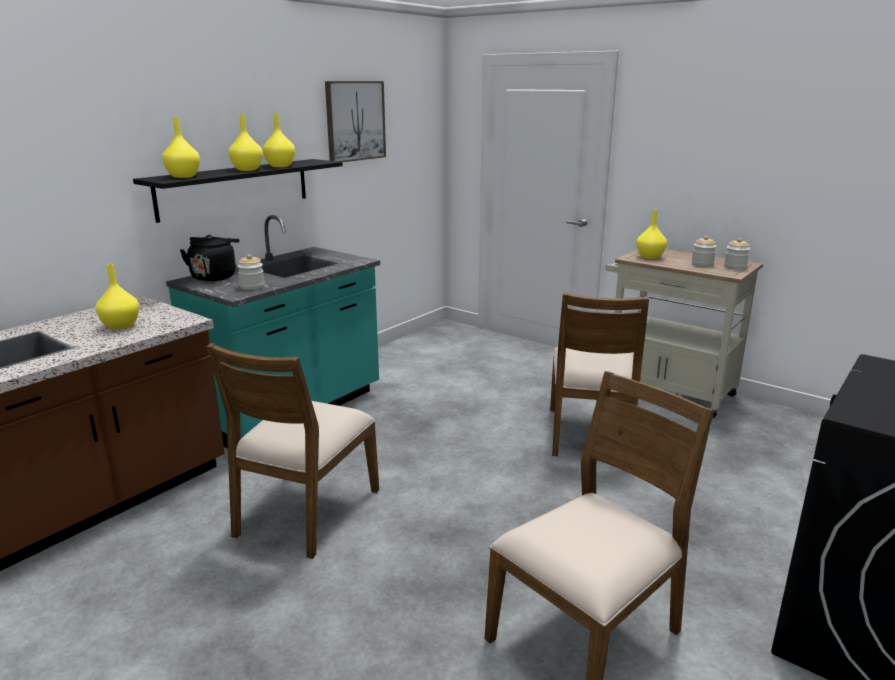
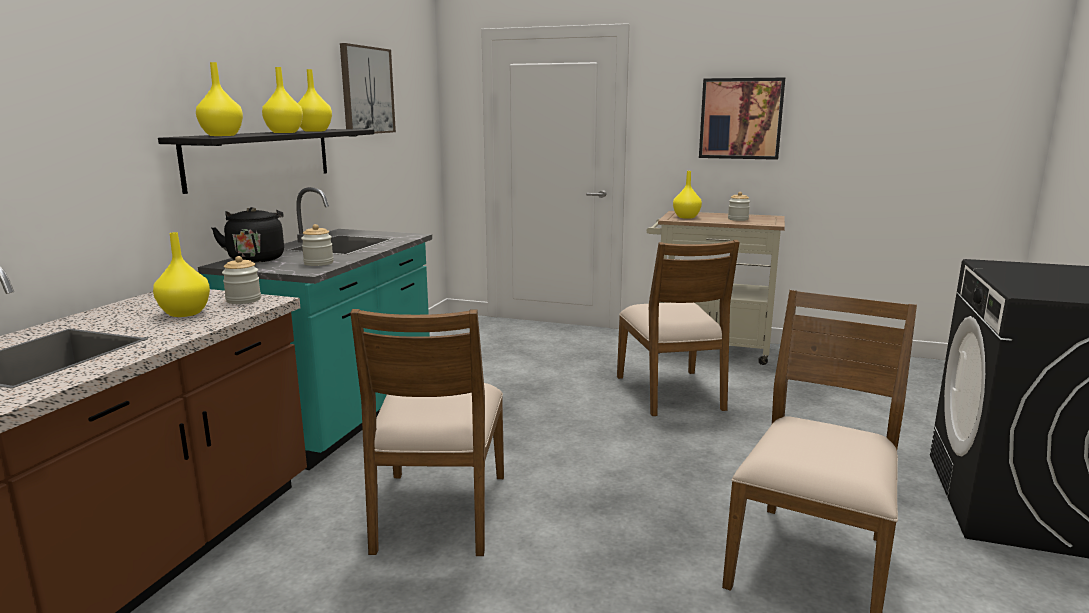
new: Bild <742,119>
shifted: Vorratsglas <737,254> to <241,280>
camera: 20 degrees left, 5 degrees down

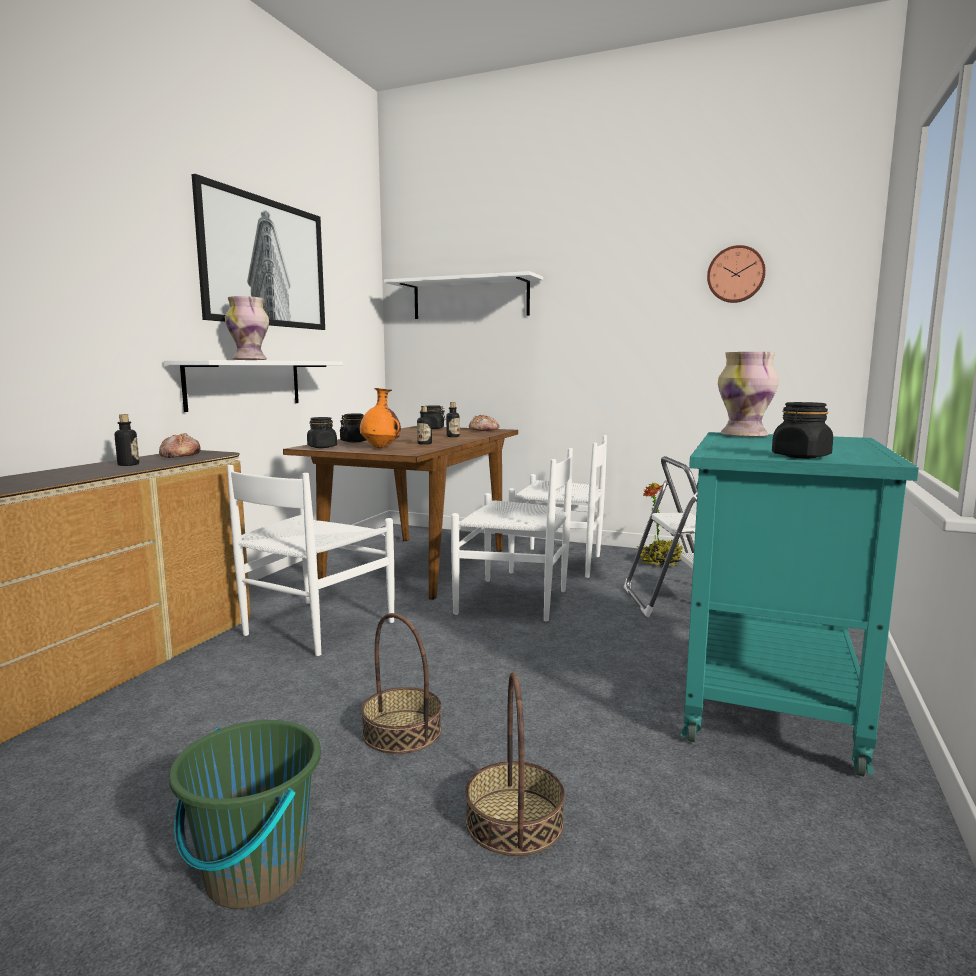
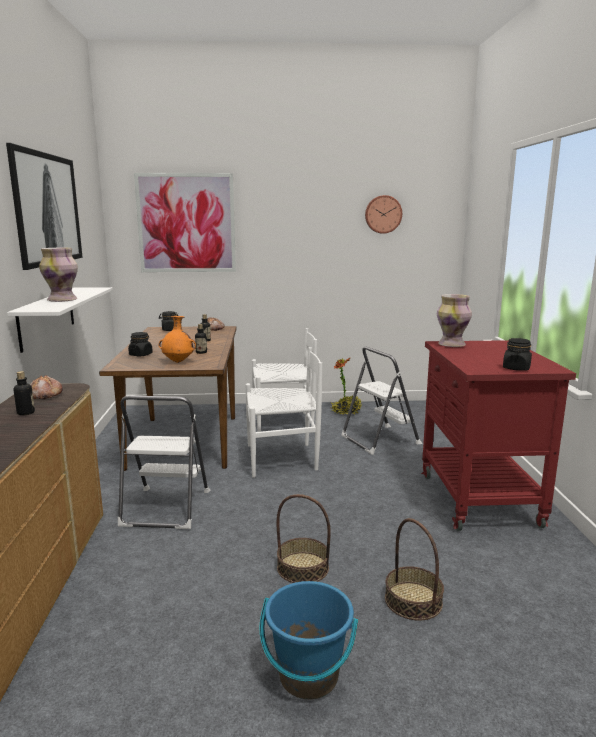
gone: Vorratsglas (schwarz) <322,432>
swapped: Stuhl (weiß) <310,560> to Trittleiter (weiß) <164,462>; Wandregal (weiß) <463,295> to Bild <185,222>
repainted: Eimer (grün) <245,814> to Eimer (blau) <309,640>; Rollwagen (türkis) <800,604> to Rollwagen (rot) <498,435>
camera: 25 degrees left, 5 degrees up

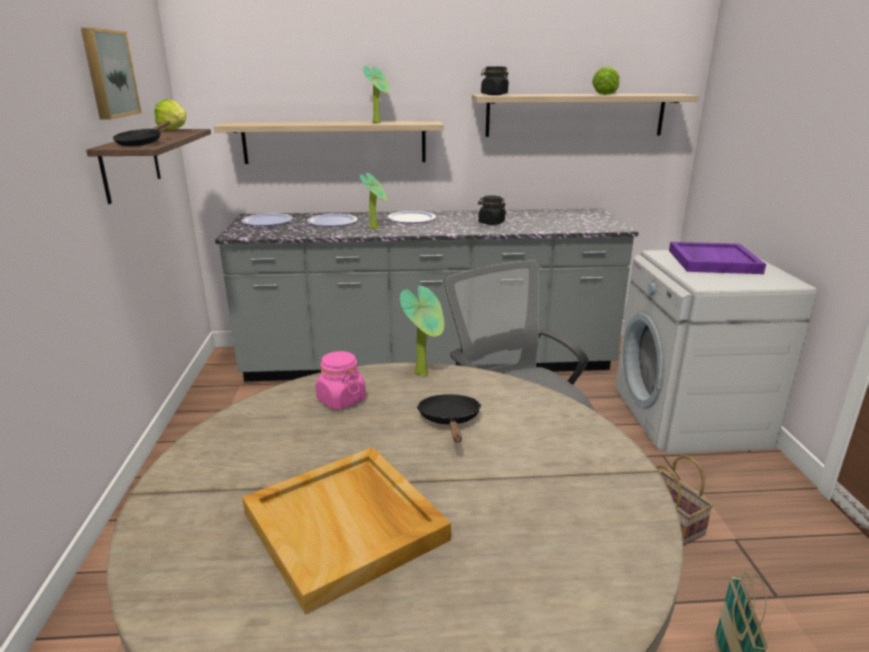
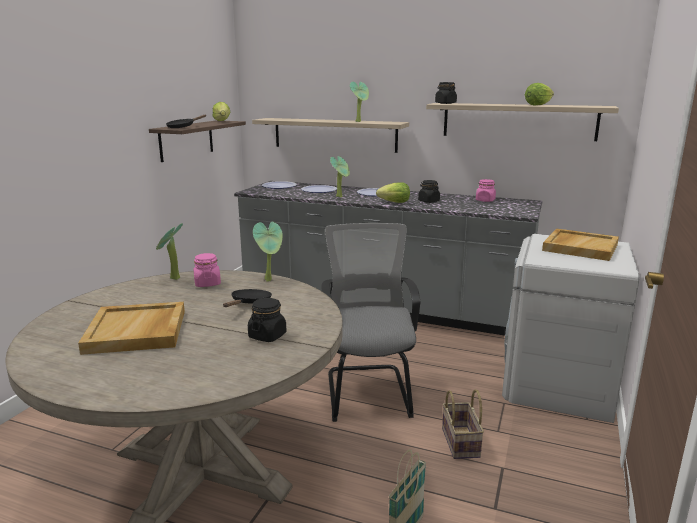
gone: Bild <111,74>
new: Topfpflanze <169,251>; Vorratsglas (schwarz) <267,320>; Salatkopf <393,192>; Vorratsglas (rosa) <486,190>
repainted: Tablett (lila) <717,258> to Tablett (beige) <580,244>
camera: 25 degrees right, 5 degrees down

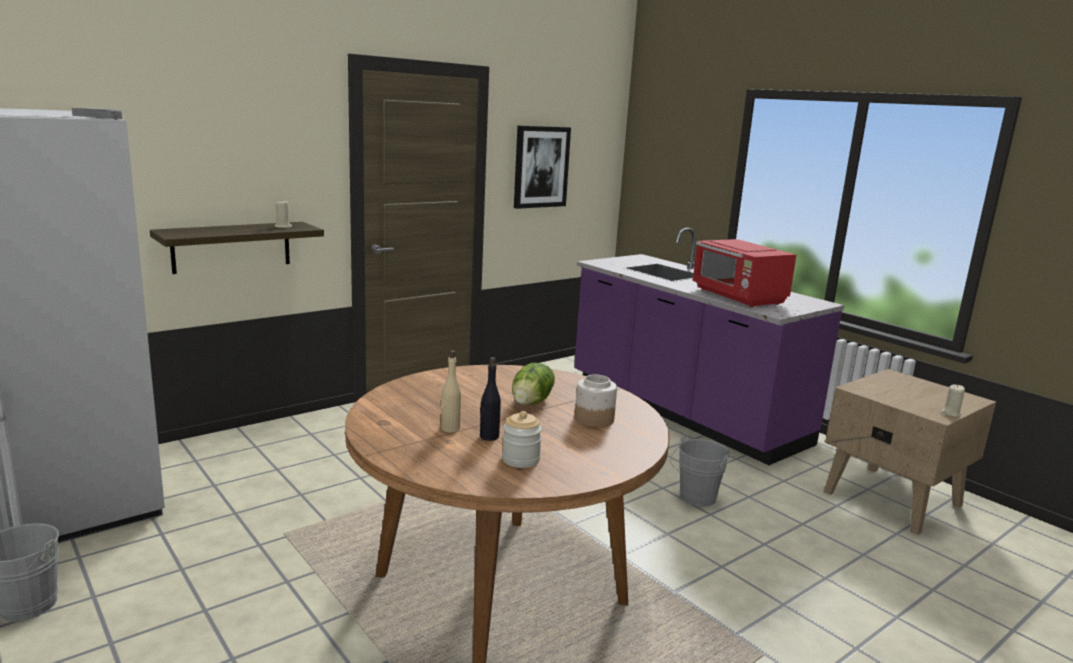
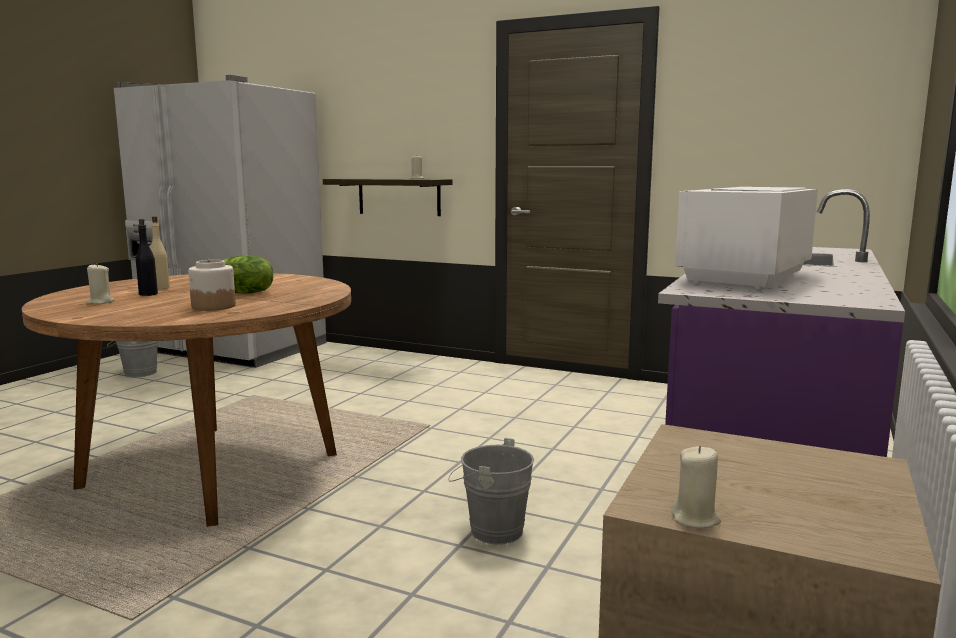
gone: Bild <542,167>
swapped: Vorratsglas <522,439> to Kerze (beige) <100,283>
repainted: Mikrowelle (rot) <744,273> to Mikrowelle (weiß) <746,238>
camera: 65 degrees right, 5 degrees down

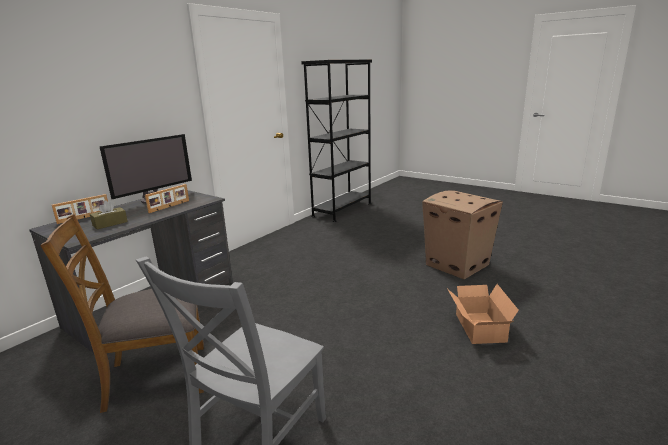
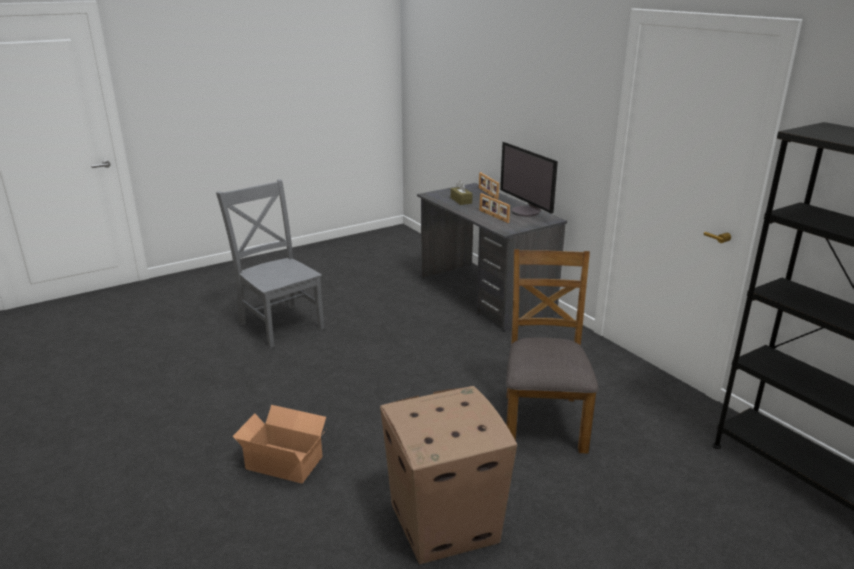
shifted: Stuhl (braun) <122,313> to <552,351>
camera: 110 degrees right, 5 degrees up

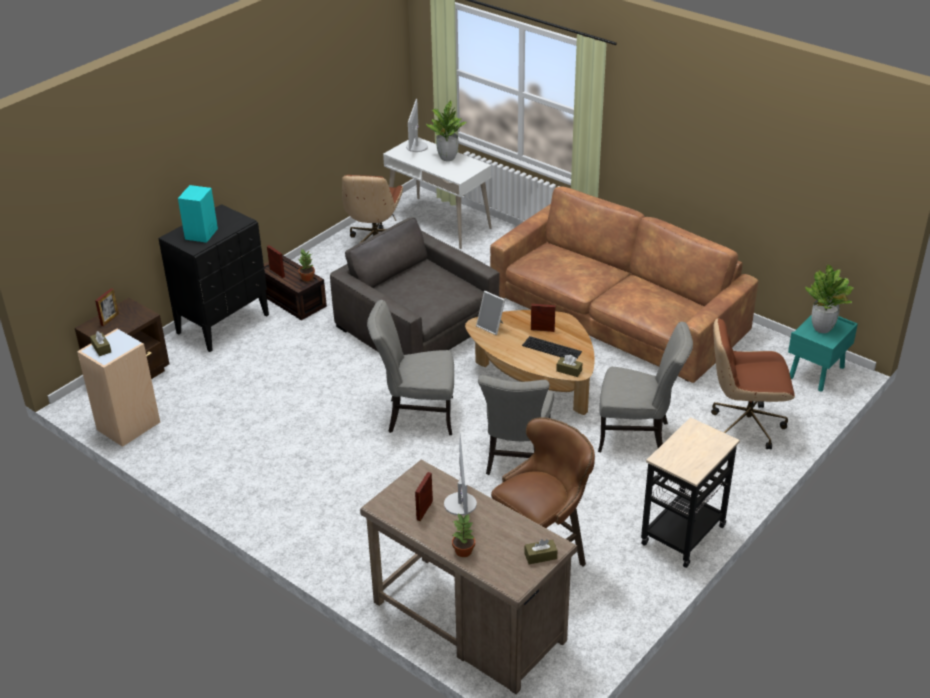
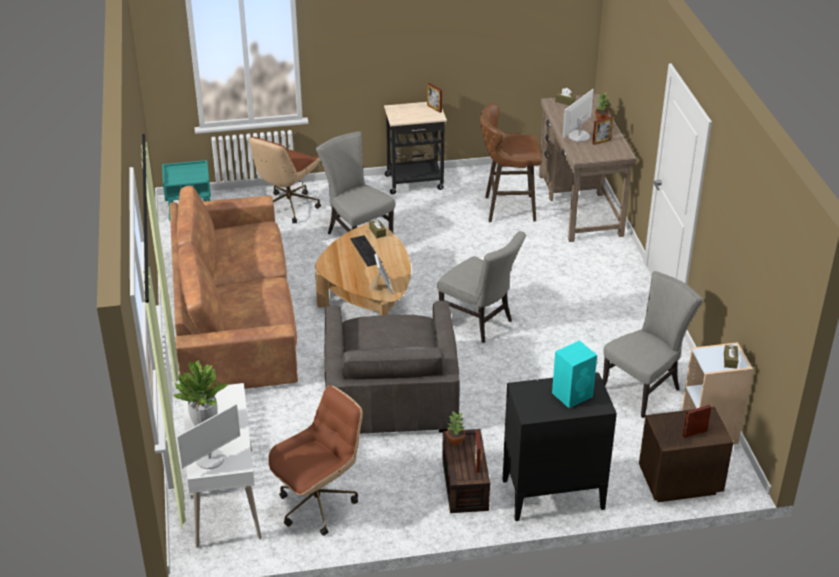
gone: Topfpflanze <829,299>
shifted: Stuhl (grau) <516,425> to <653,344>; Bilderrahmen <543,318> to <434,98>
rotated: Bürostuhl (braun) <753,383> = <285,180> 75 degrees clockwise
camera: 140 degrees left, 0 degrees up

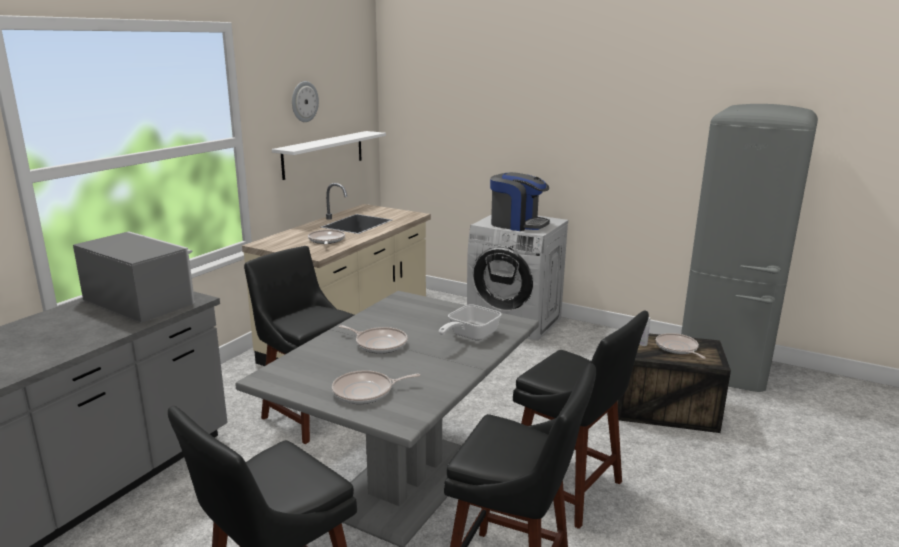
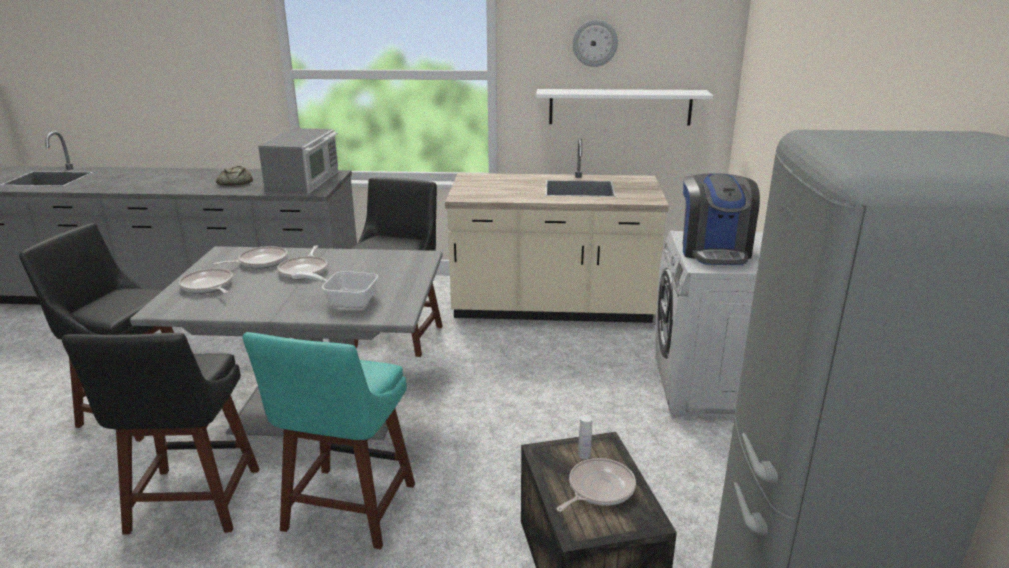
new: Brot <234,176>
shifted: Pfanne <326,237> to <251,257>
repainted: Stuhl (schwarz) <581,419> to Stuhl (türkis) <329,440>
camera: 65 degrees right, 5 degrees up

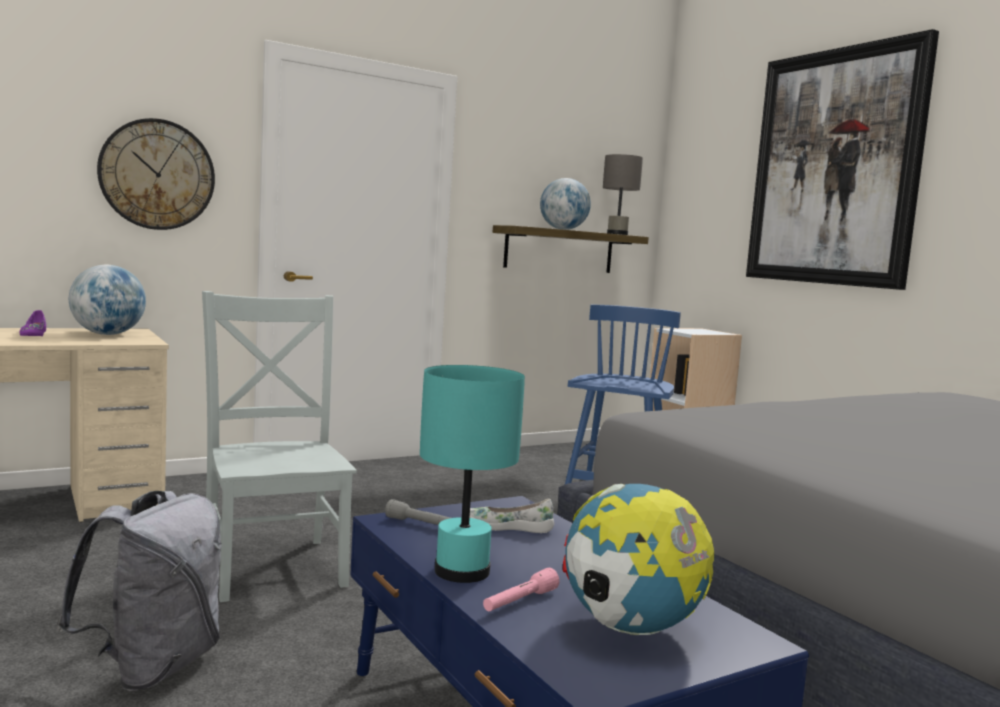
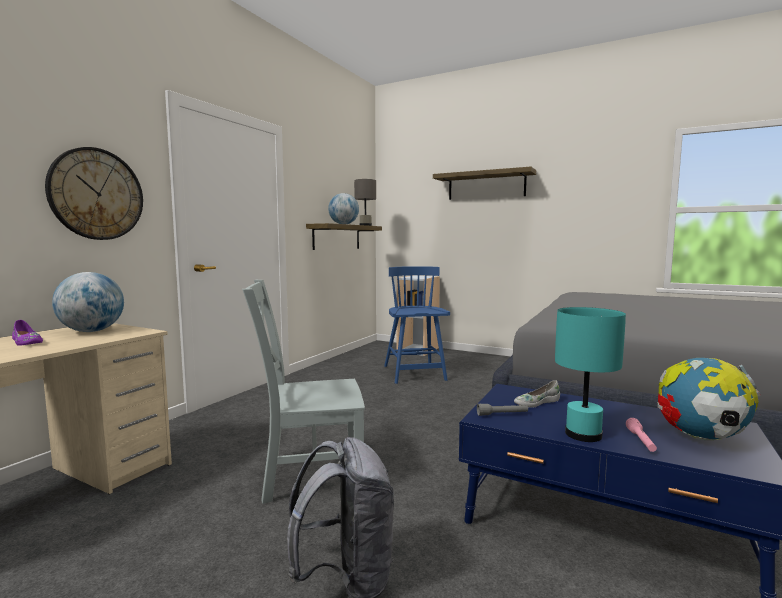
swapped: Bild <842,159> to Wandregal <484,183>
rotated: Stuhl (grau) <279,446> = <303,392> 45 degrees counterclockwise
camera: 30 degrees left, 0 degrees up

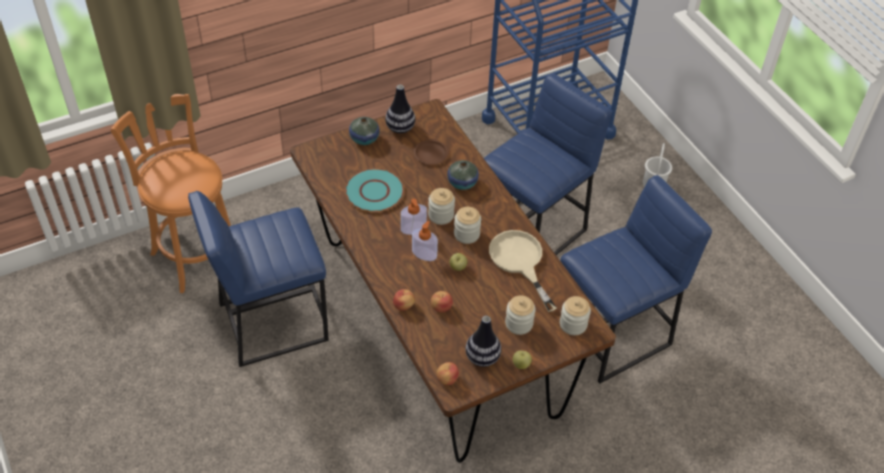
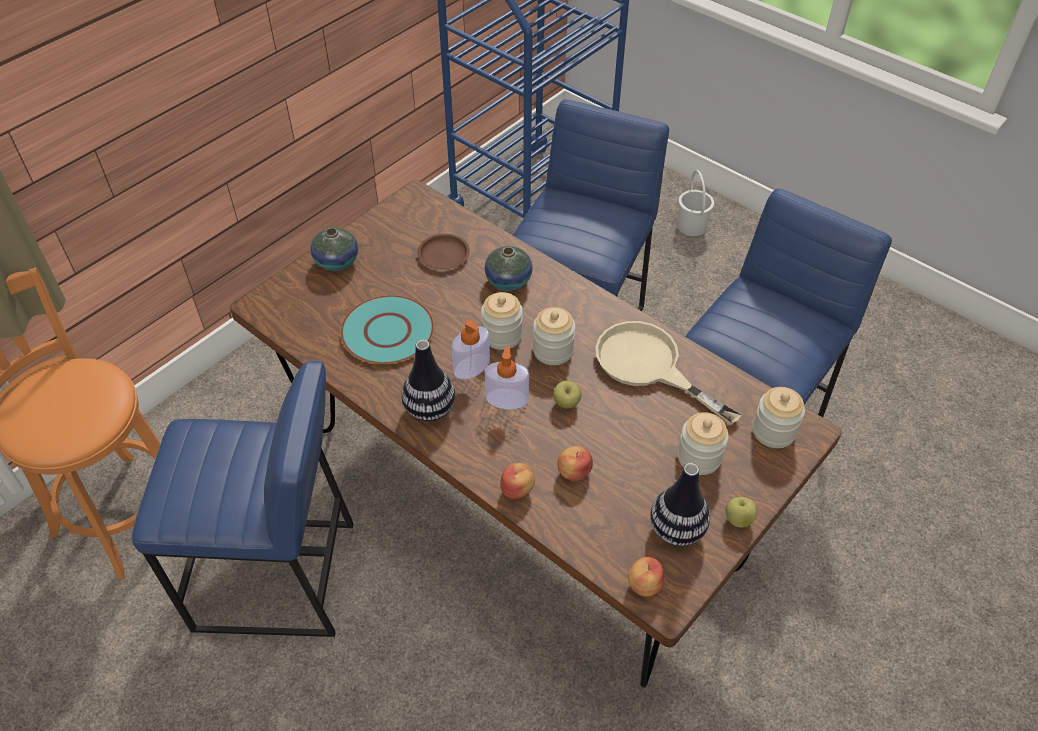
shifted: Vase <400,109> to <428,380>
rotated: Stuhl (blau) <258,279> = <242,499> 135 degrees counterclockwise
camera: 20 degrees left, 0 degrees up

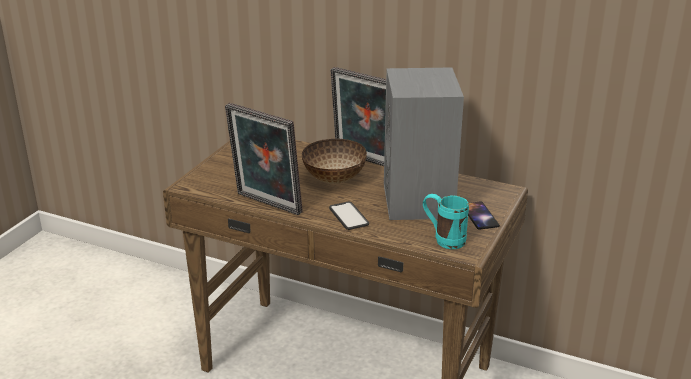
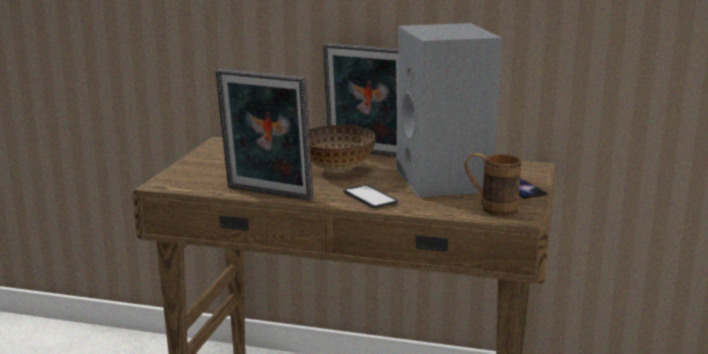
repainted: Henkelbecher (türkis) <446,221> to Henkelbecher (braun) <493,185>
camera: 10 degrees left, 10 degrees down

